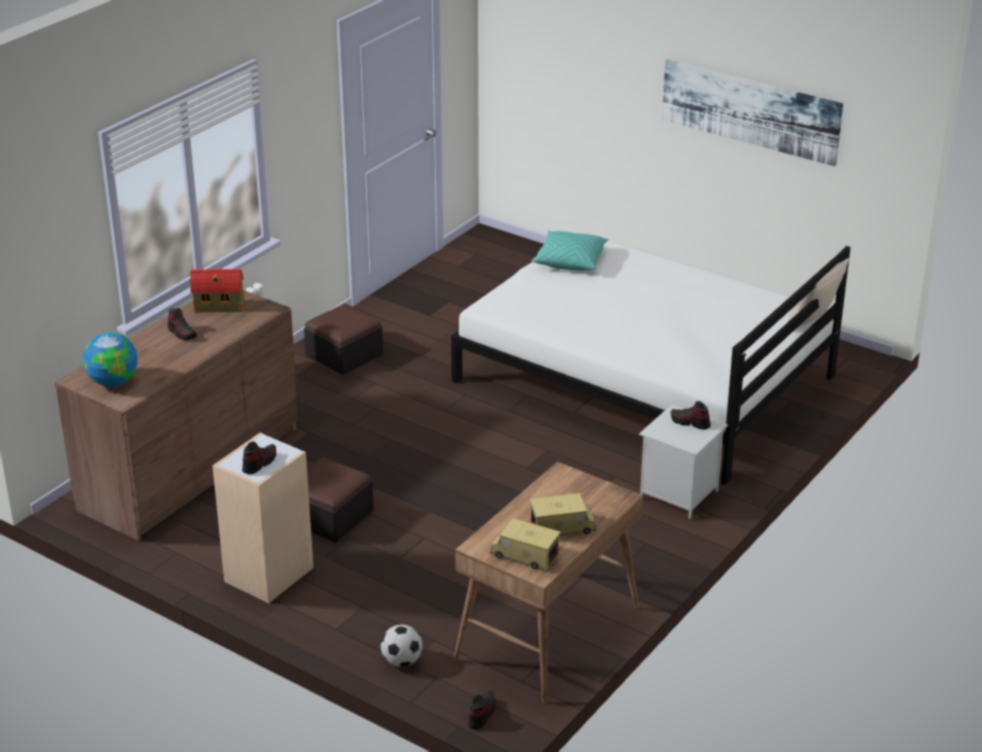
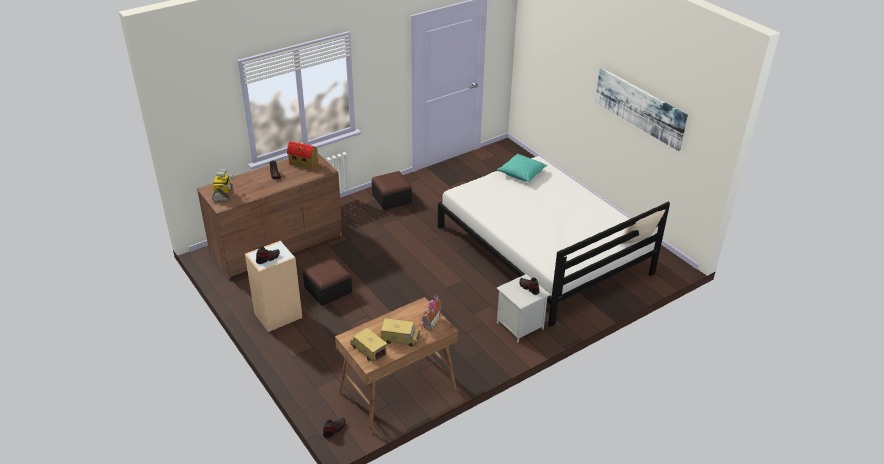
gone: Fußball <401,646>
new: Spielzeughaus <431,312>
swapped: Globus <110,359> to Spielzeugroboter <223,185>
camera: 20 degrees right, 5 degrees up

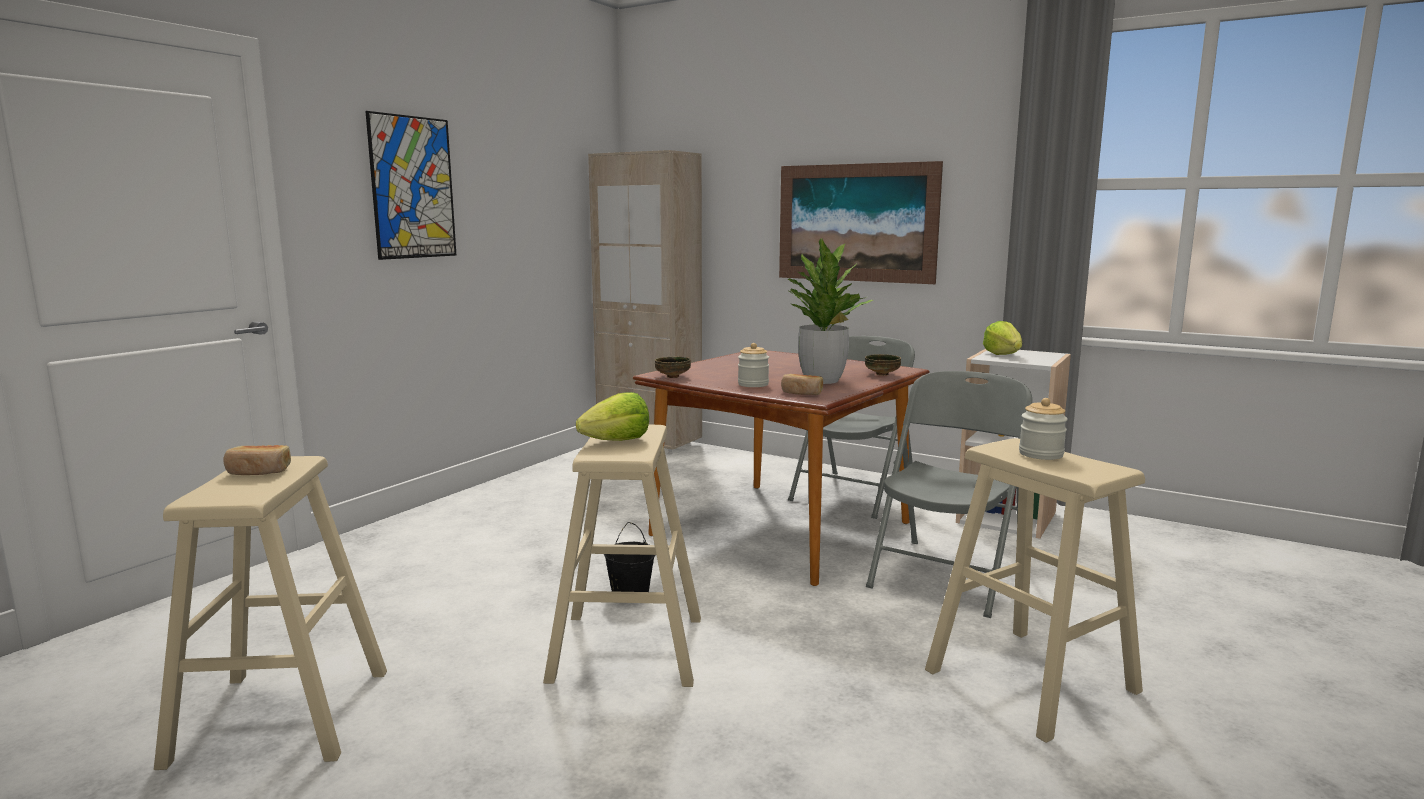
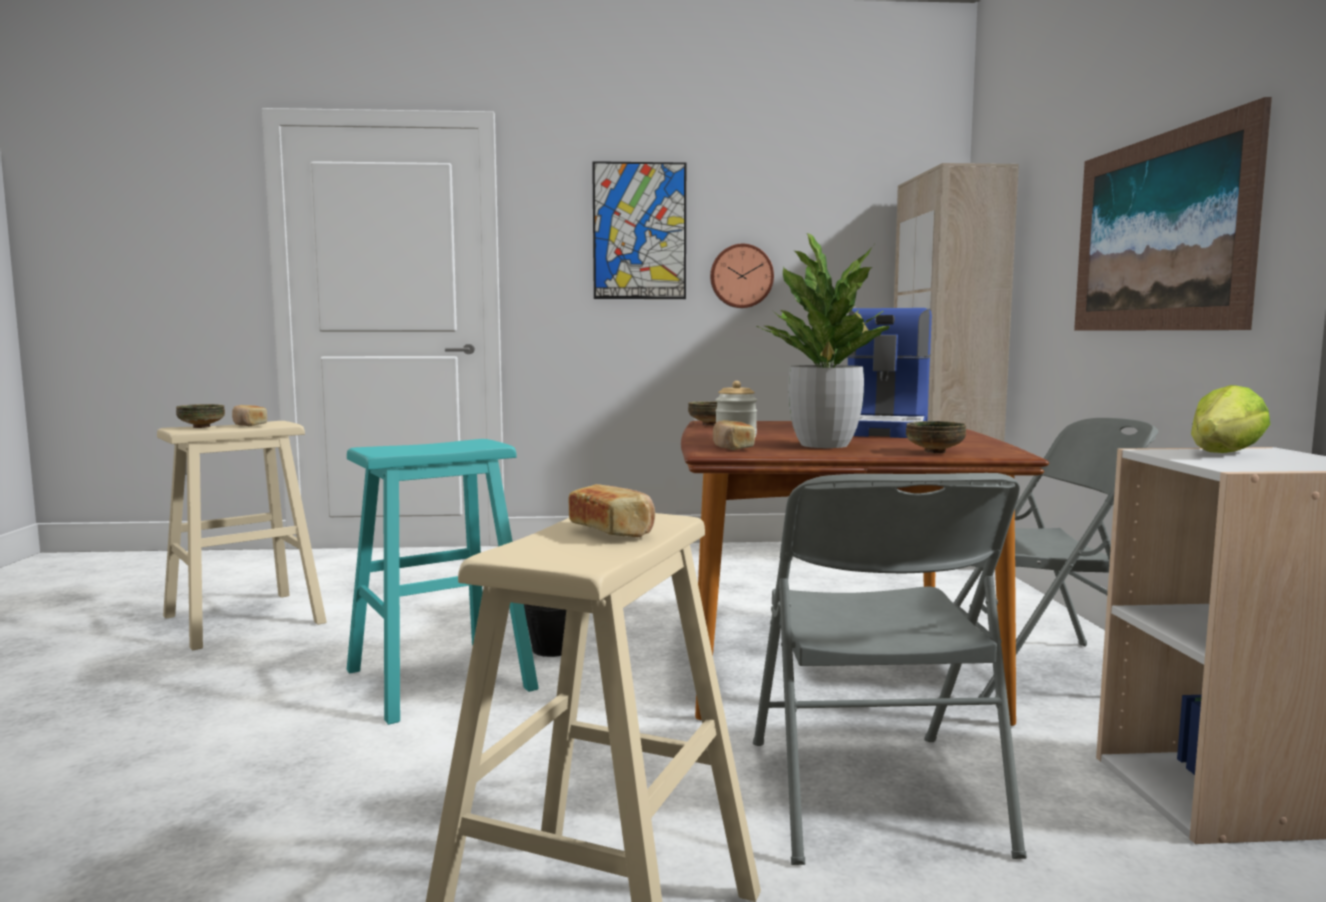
gone: Salatkopf <612,416>
new: Schüssel <200,416>; Wanduhr <742,276>; Kaffeemaschine <889,373>
swapped: Vorratsglas <1043,429> to Brot <612,510>
repainted: Hocker (beige) <622,555> to Hocker (türkis) <443,582>
rotated: Stuhl (grau) <949,494> = <890,669> 90 degrees clockwise
camera: 55 degrees right, 5 degrees down

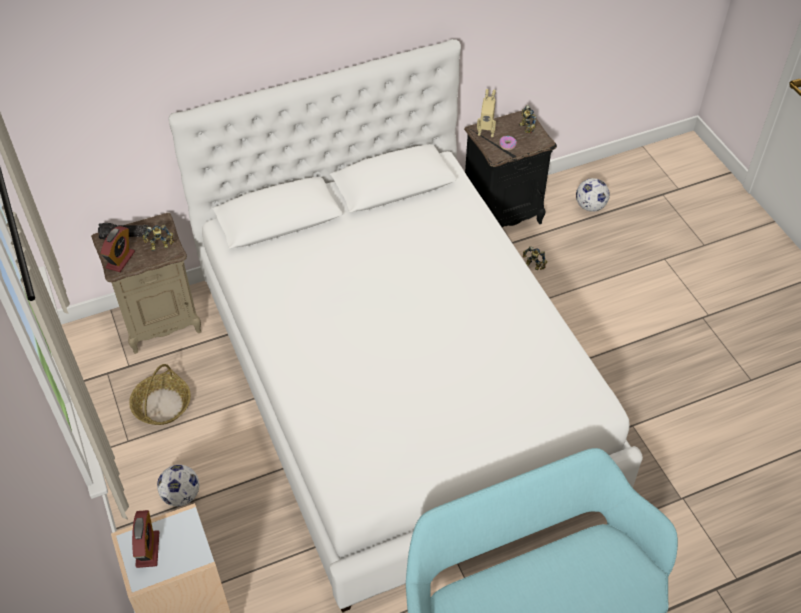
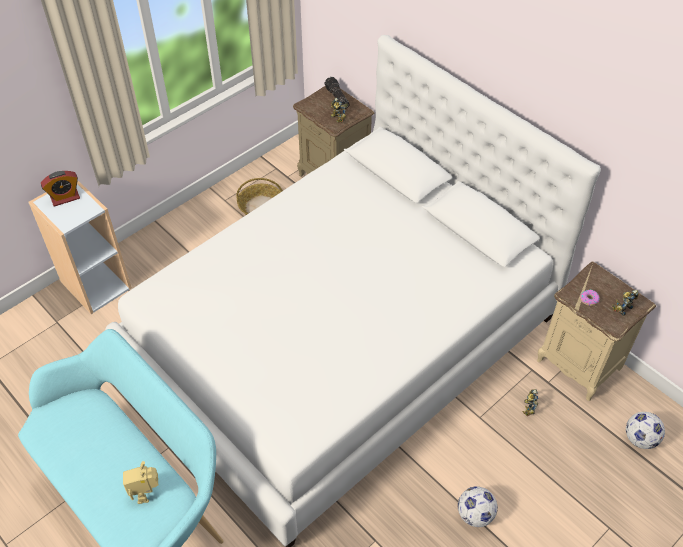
gone: Wecker <118,249>
shifted: Fußball <178,485> to <478,506>; Spielzeugroboter <486,113> to <140,482>
repainted: Nachttisch (schwarz) <510,169> to Nachttisch (beige) <596,331>
camera: 70 degrees right, 0 degrees up

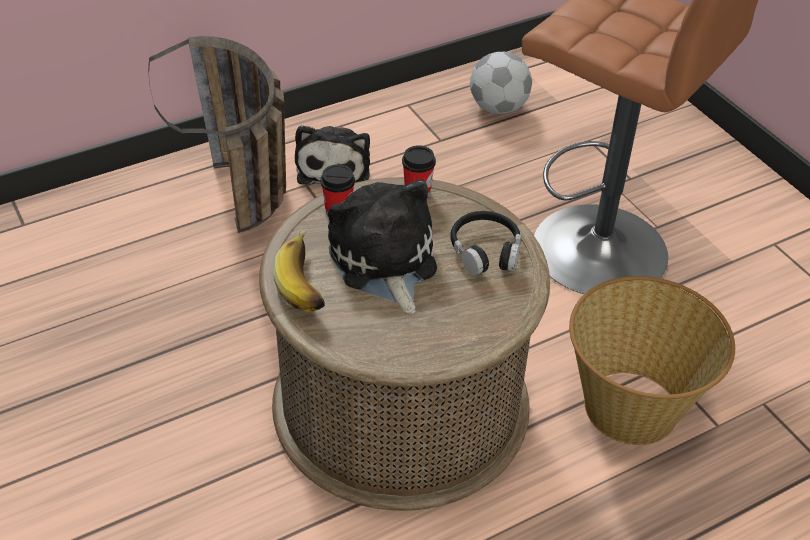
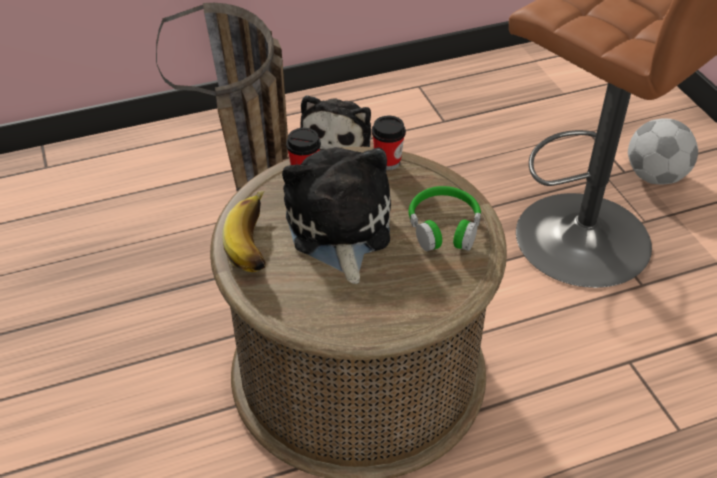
gone: Korb <652,360>
shifted: Fußball <501,83> to <663,151>
repainted: Kopfhörer (schwarz) <485,243> to Kopfhörer (grün) <445,218>
camera: 10 degrees right, 0 degrees up

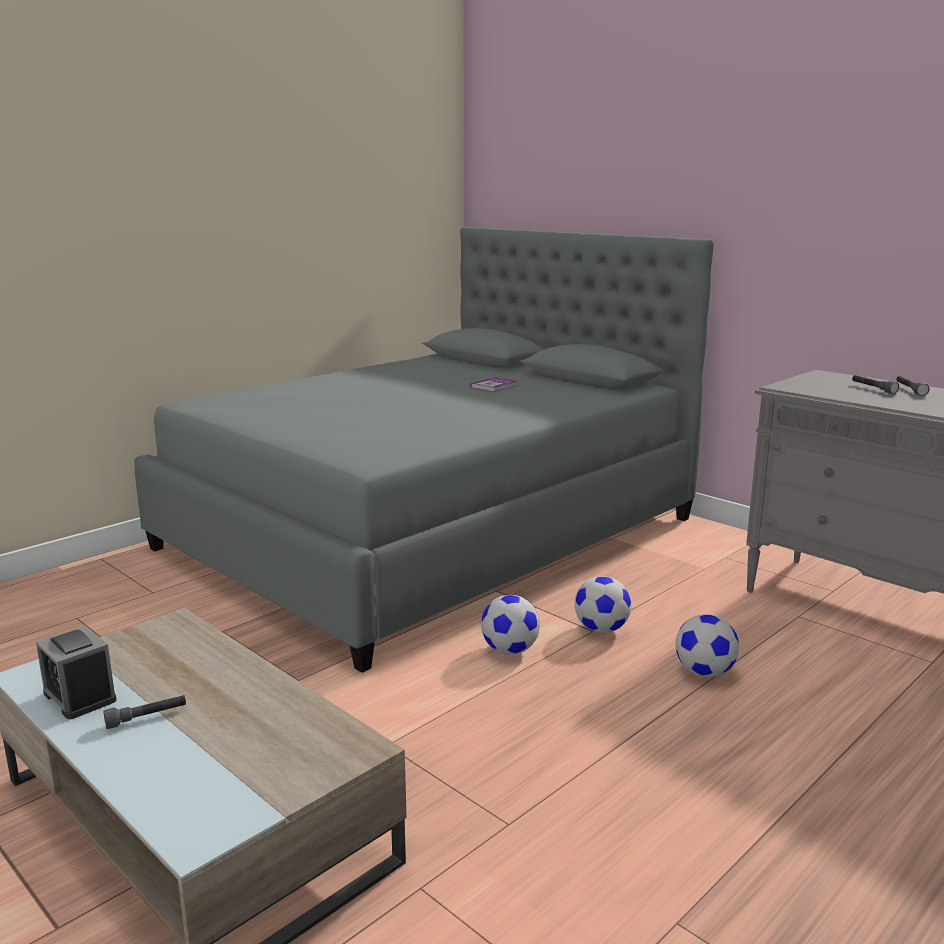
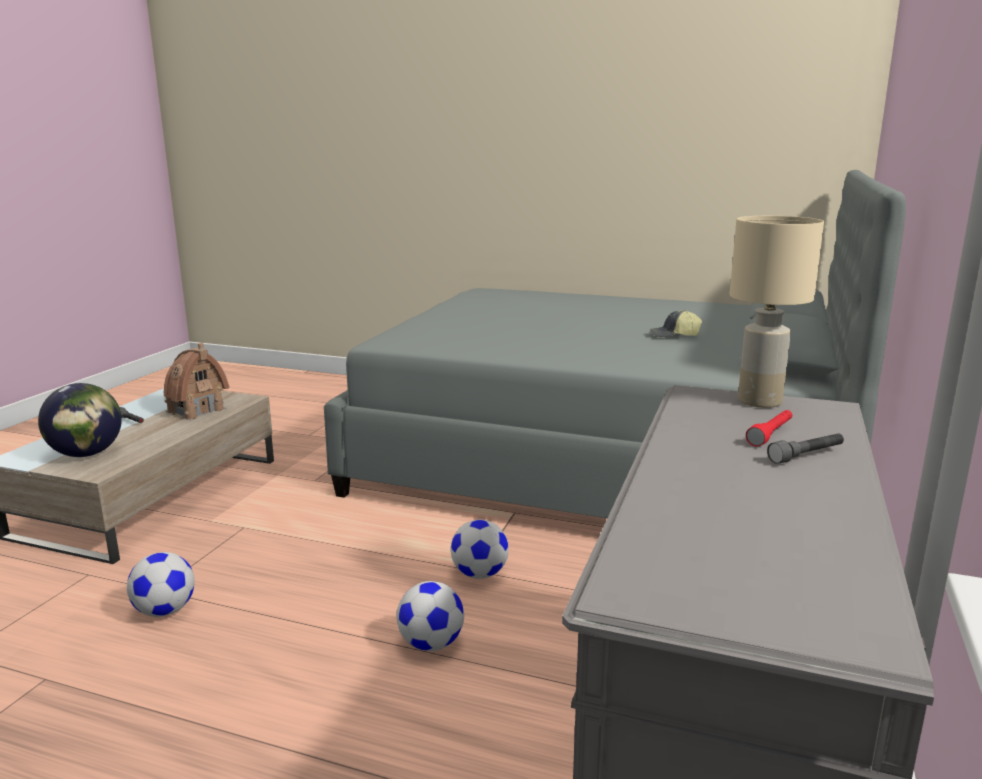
gone: Wecker <76,672>
new: Globus <80,420>; Spielzeughaus <196,381>; Tischlampe (beige) <776,312>
shifted: Fußball <510,624> to <161,584>
swapped: Buch <494,384> to Kappe <676,323>
repainted: Taschenlampe (grau) <875,384> to Taschenlampe (rot) <769,428>
camera: 65 degrees right, 0 degrees up

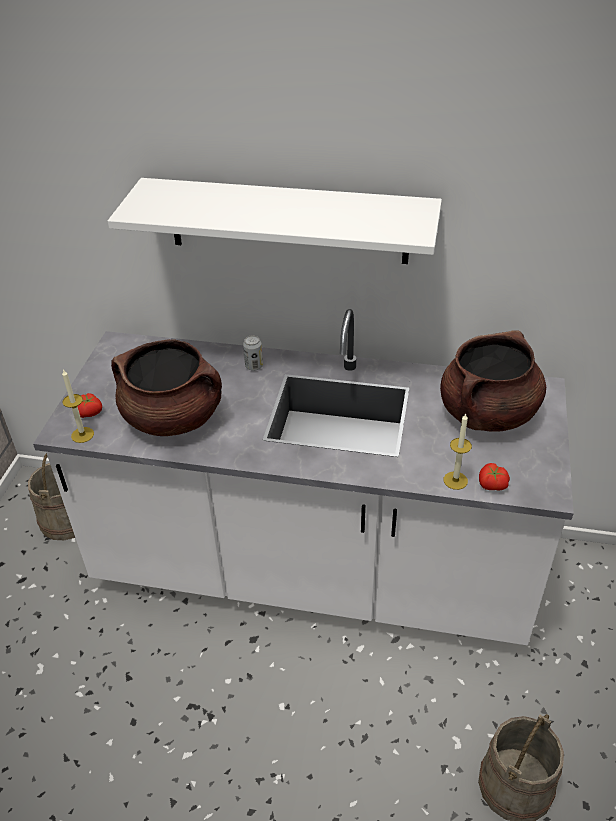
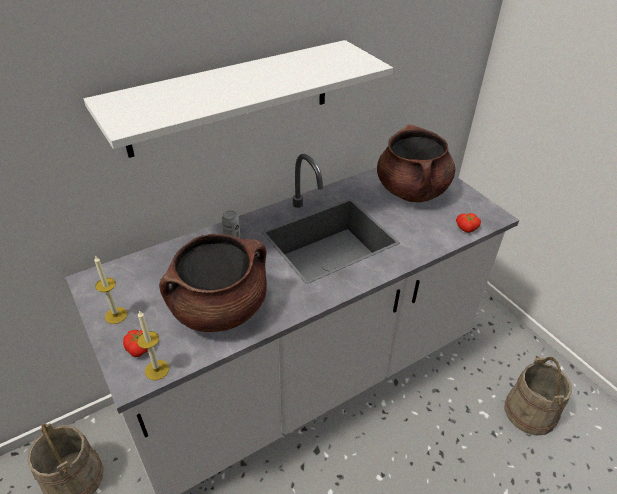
shifted: Kerze <458,451> to <110,289>
camera: 45 degrees left, 0 degrees up

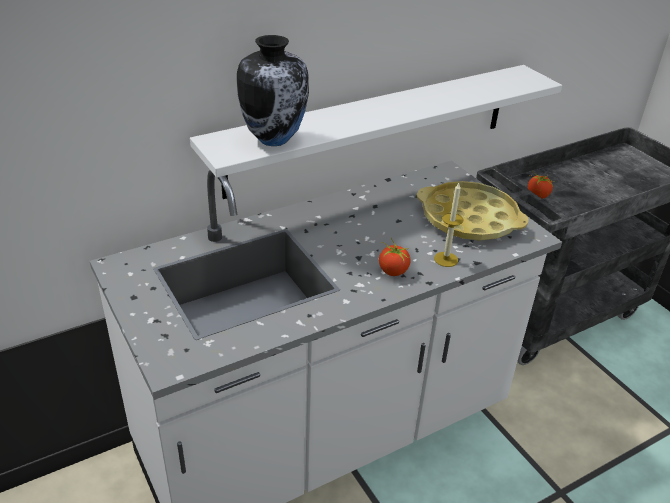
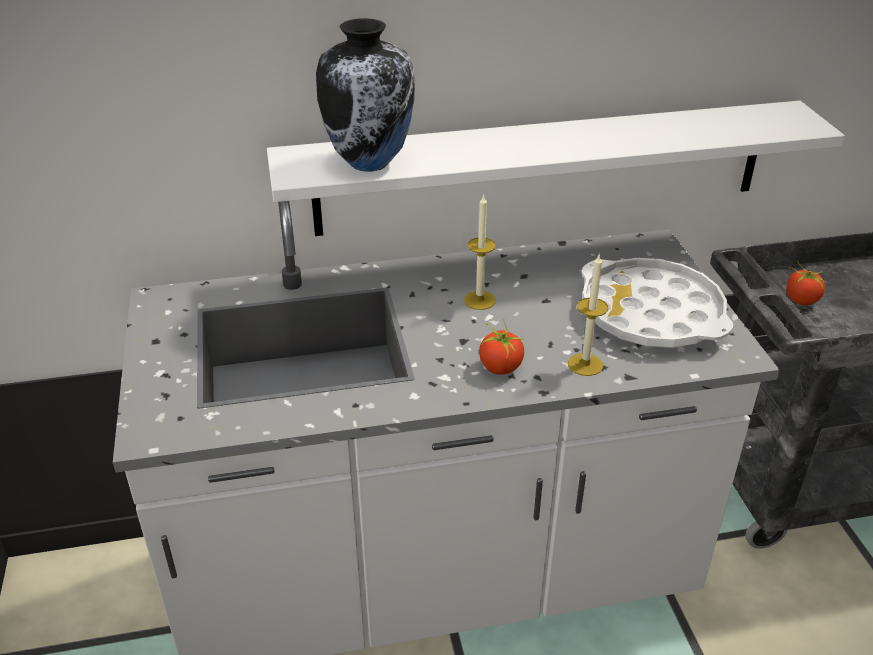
new: Kerze <480,252>
repainted: Tablett (gelb) <473,211> to Tablett (weiß) <657,303>
camera: 20 degrees right, 0 degrees up

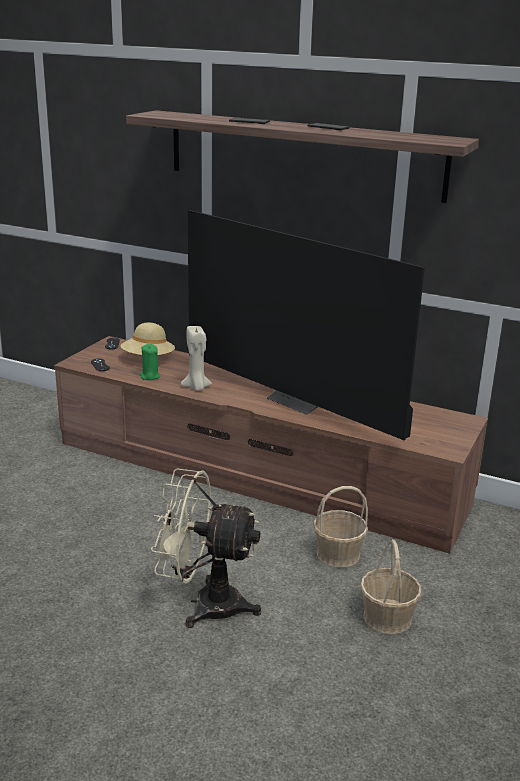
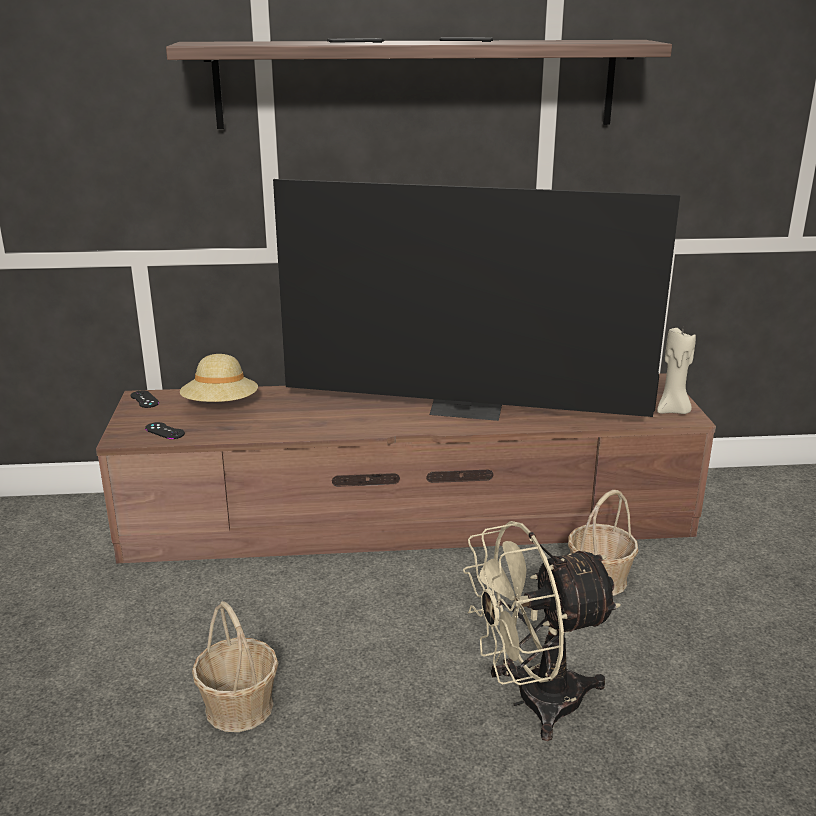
gone: Kerze (grün) <149,362>
shifted: Kerze (beige) <196,358> to <676,371>; Korb <390,586> to <235,666>
camera: 30 degrees left, 0 degrees up

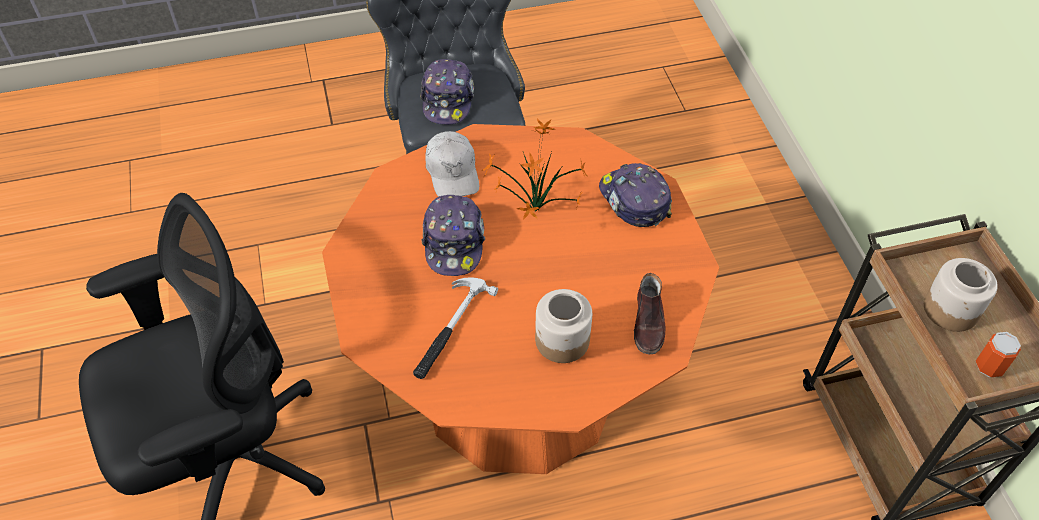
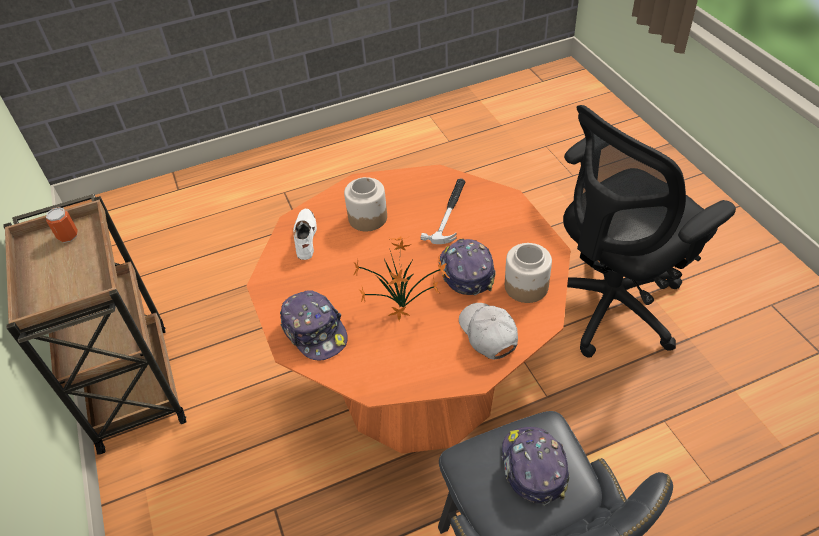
shifted: Vorratsglas <961,295> to <528,273>
repainted: Schuh (braun) <649,314> to Schuh (weiß) <305,234>
camera: 175 degrees right, 5 degrees down

